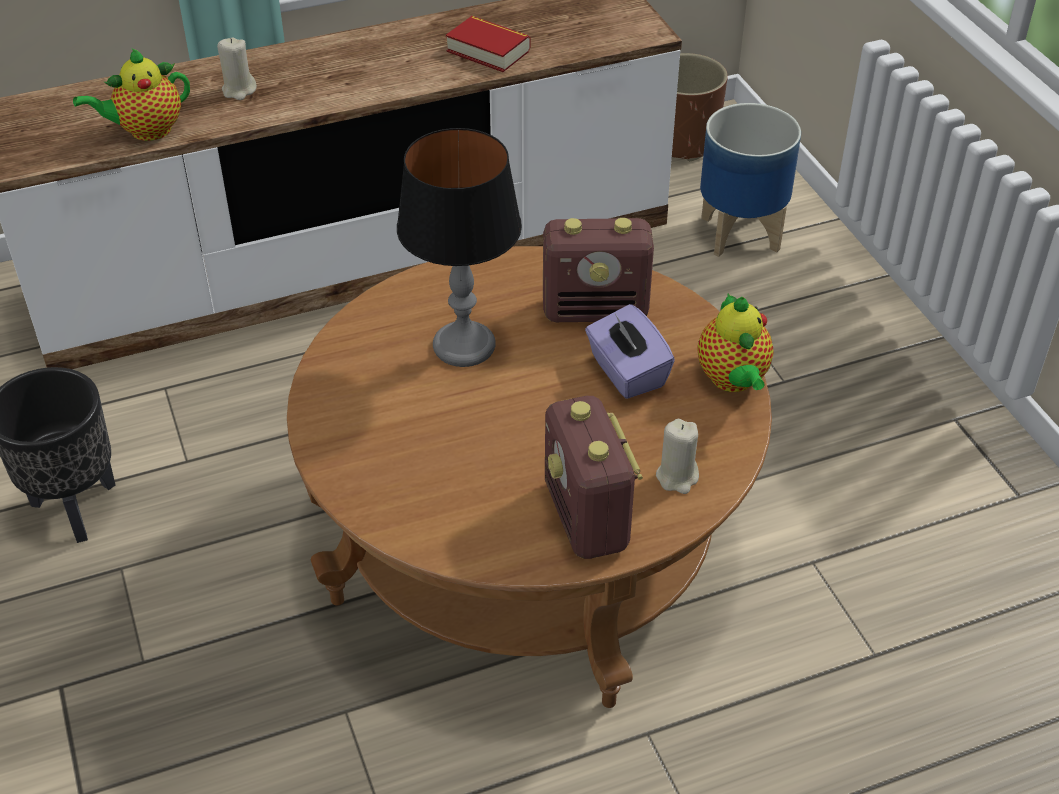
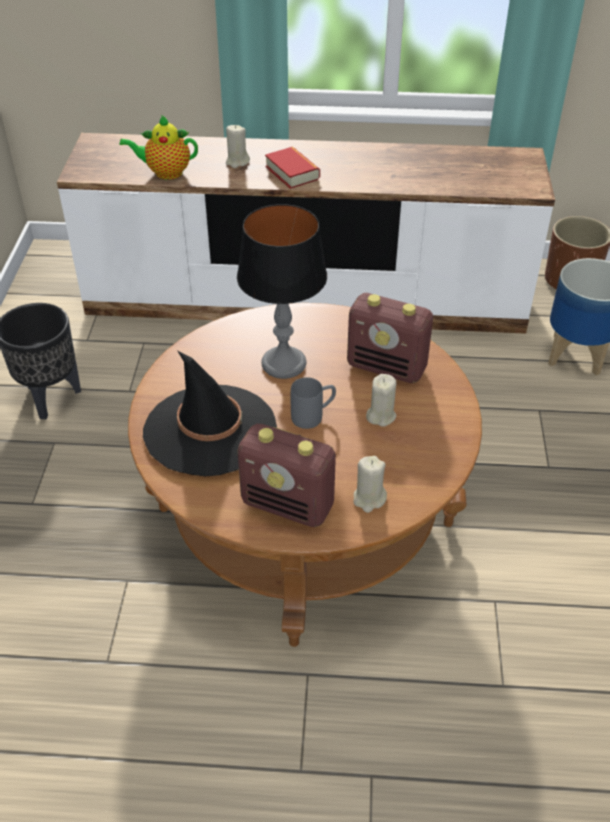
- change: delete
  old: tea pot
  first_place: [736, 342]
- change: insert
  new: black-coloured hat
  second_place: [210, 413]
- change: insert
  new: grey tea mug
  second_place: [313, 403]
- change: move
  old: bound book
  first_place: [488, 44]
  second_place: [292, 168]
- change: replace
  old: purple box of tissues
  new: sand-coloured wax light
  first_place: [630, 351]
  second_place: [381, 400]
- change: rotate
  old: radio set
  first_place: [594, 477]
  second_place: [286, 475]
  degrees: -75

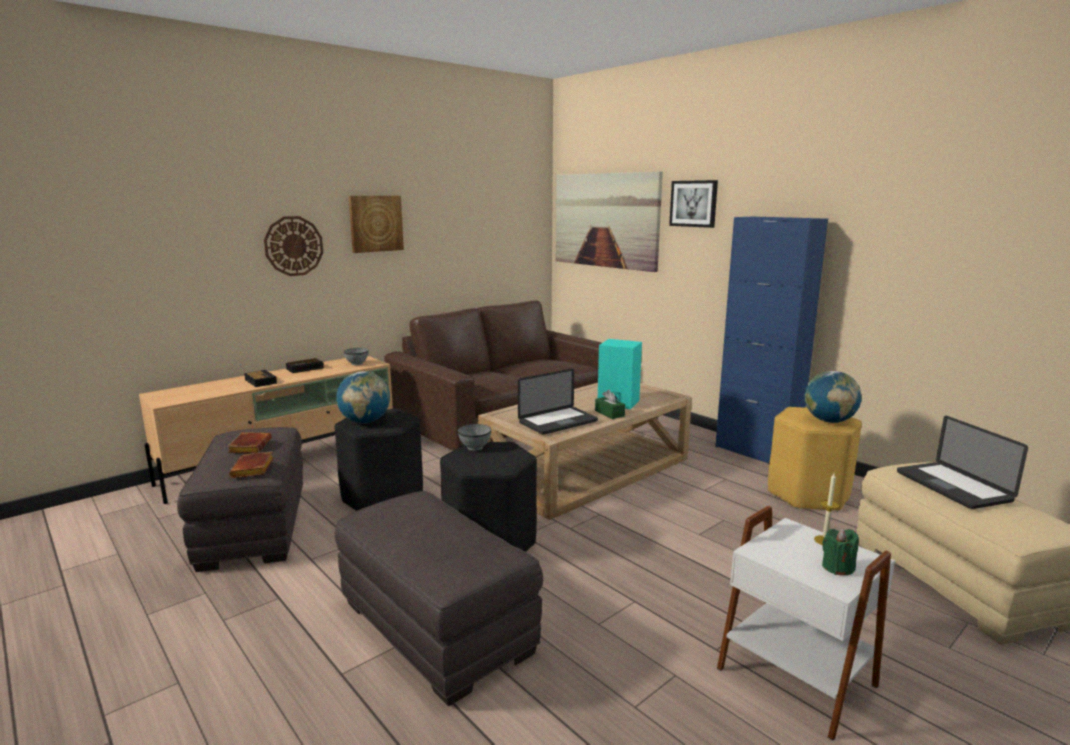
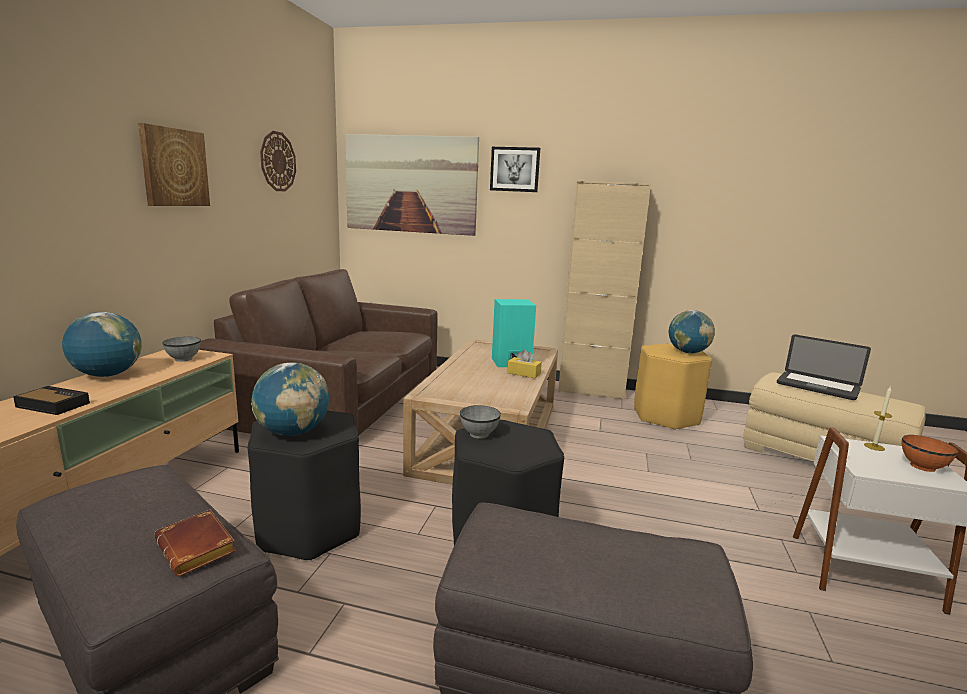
- change: delete
  old: brownish bound book
  first_place: [249, 442]
- change: delete
  old: laptop
  first_place: [558, 402]
- change: move
  old: hanging clock
  first_place: [293, 246]
  second_place: [278, 161]
- change: replace
  old: table clock
  new: world globe
  first_place: [305, 365]
  second_place: [102, 344]
- change: replace
  old: greenish wax light
  new: orangey deep dish
  first_place: [840, 552]
  second_place: [930, 453]
- change: recolor
  old: greenish box of tissues
  new: yellow box of tissues
  first_place: [610, 404]
  second_place: [524, 363]
- change: recolor
  old: blue-coloured storage cabinet
  new: sand-coloured storage cabinet
  first_place: [771, 339]
  second_place: [604, 290]

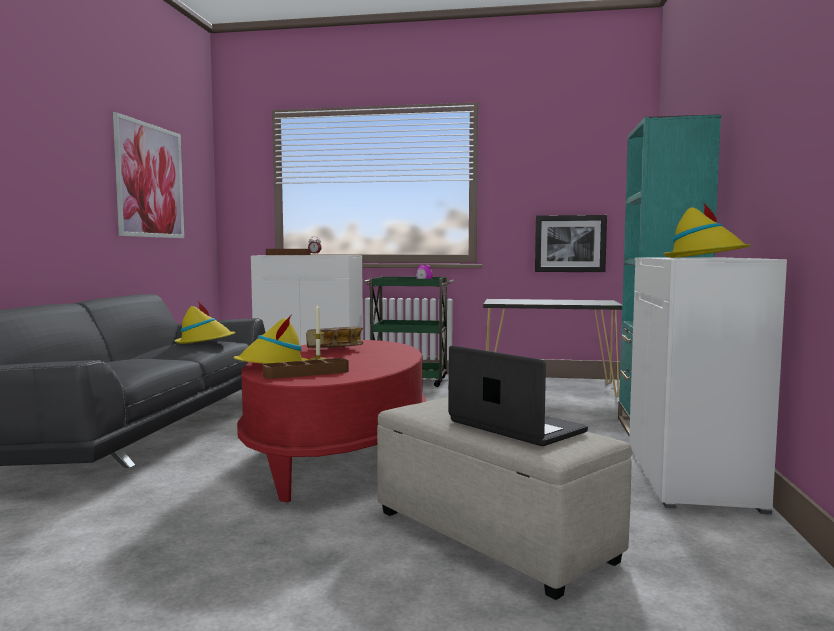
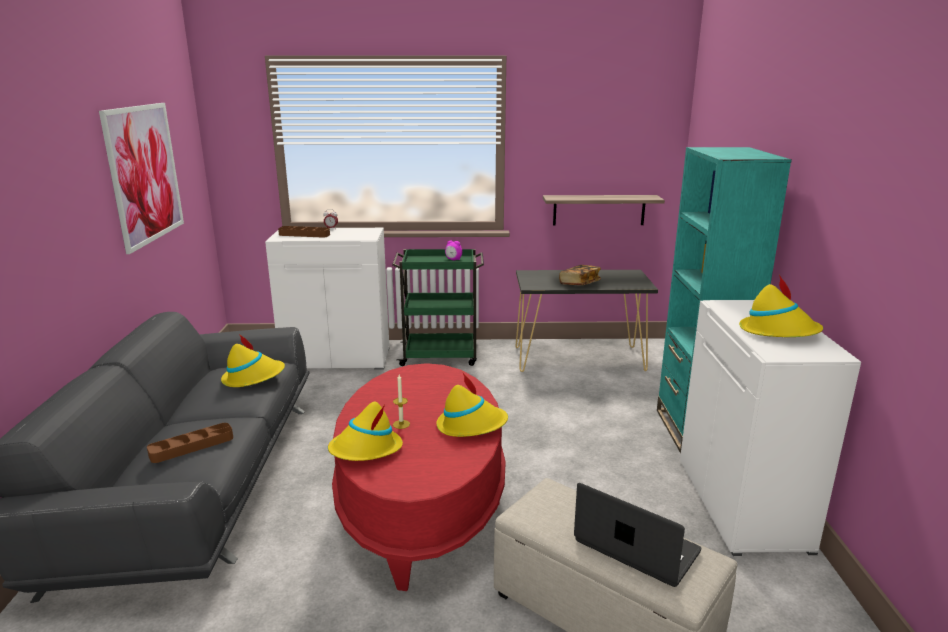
- change: insert
  new: yellow hat
  second_place: [472, 405]
- change: move
  old: brownish tray
  first_place: [305, 368]
  second_place: [190, 443]
- change: move
  old: bound book
  first_place: [335, 337]
  second_place: [580, 275]
- change: replace
  old: wall picture
  new: shelf
  first_place: [571, 243]
  second_place: [604, 210]

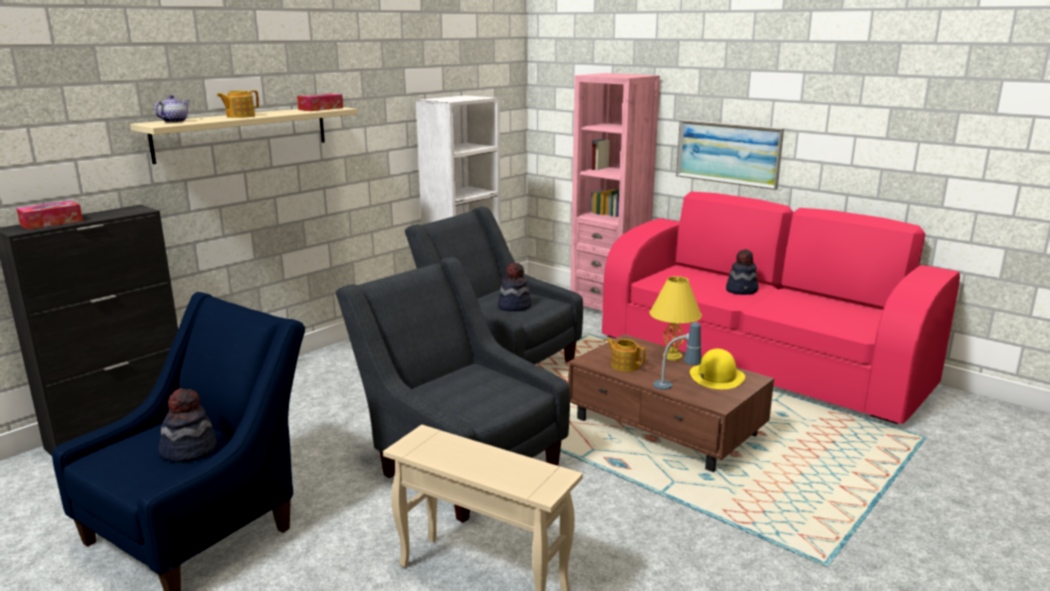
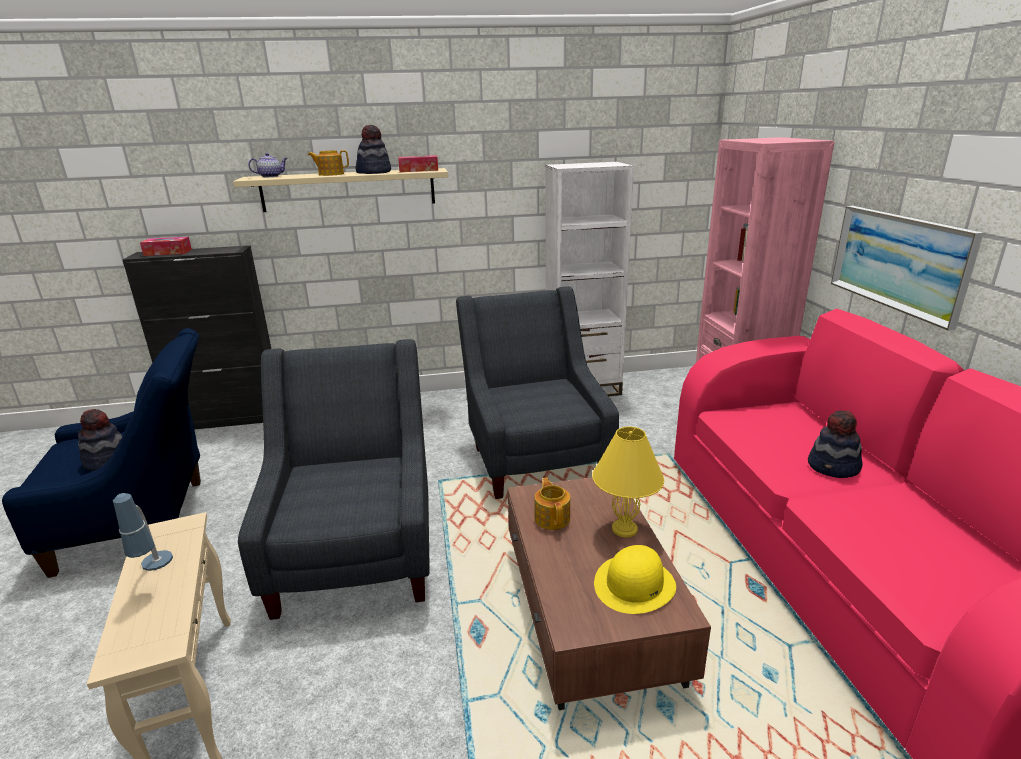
- change: move
  old: hat
  first_place: [514, 287]
  second_place: [373, 149]
- change: move
  old: tabletop lamp
  first_place: [677, 356]
  second_place: [143, 532]

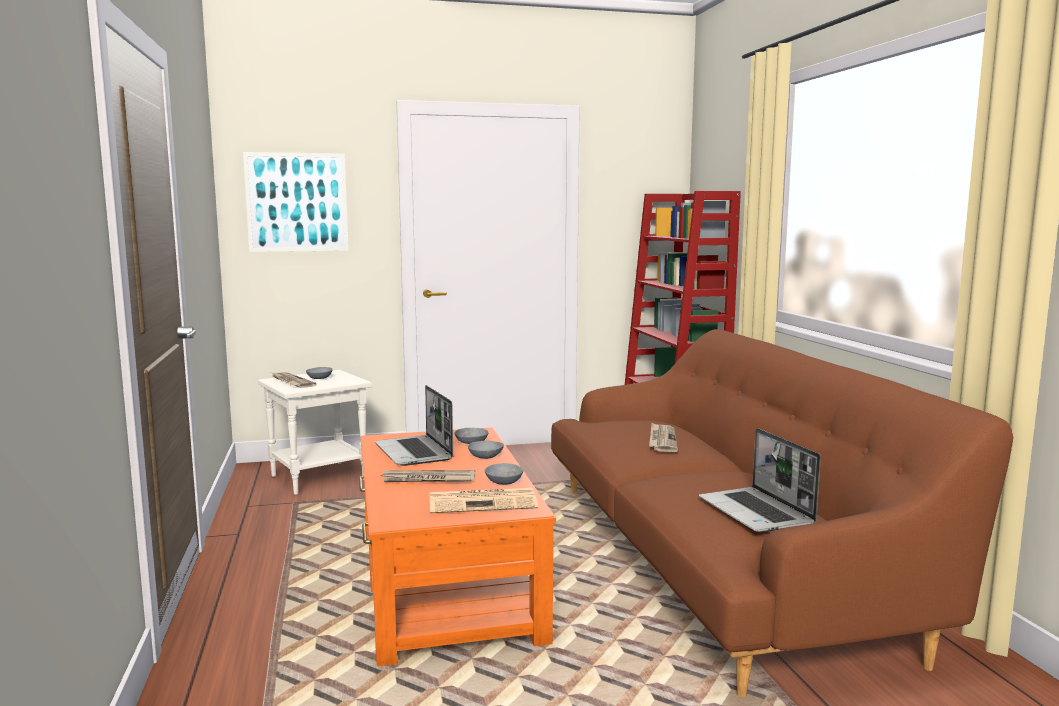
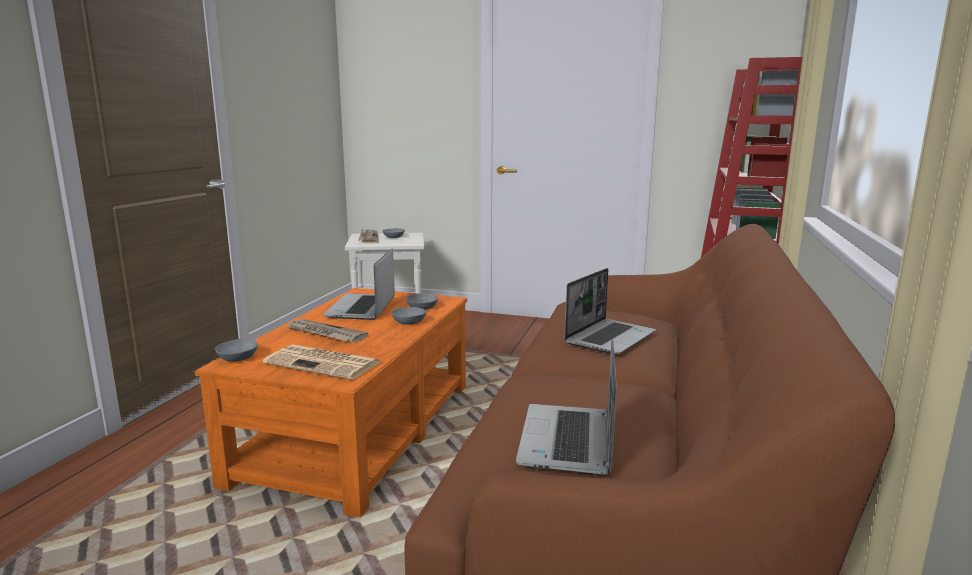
- change: delete
  old: wall picture
  first_place: [296, 202]
- change: move
  old: grey deep dish
  first_place: [504, 474]
  second_place: [236, 350]
- change: replace
  old: daily paper
  new: laptop
  first_place: [663, 437]
  second_place: [610, 311]

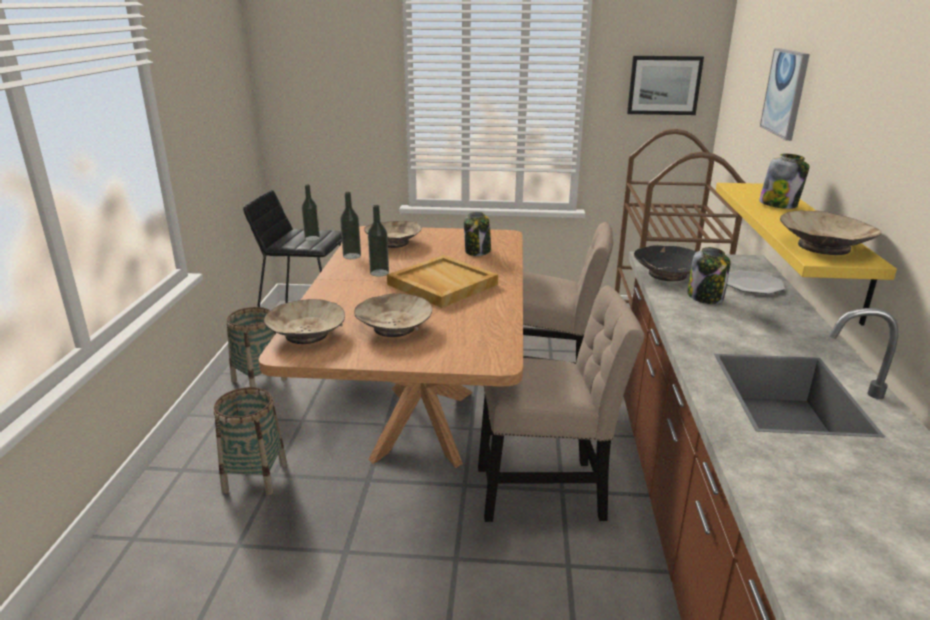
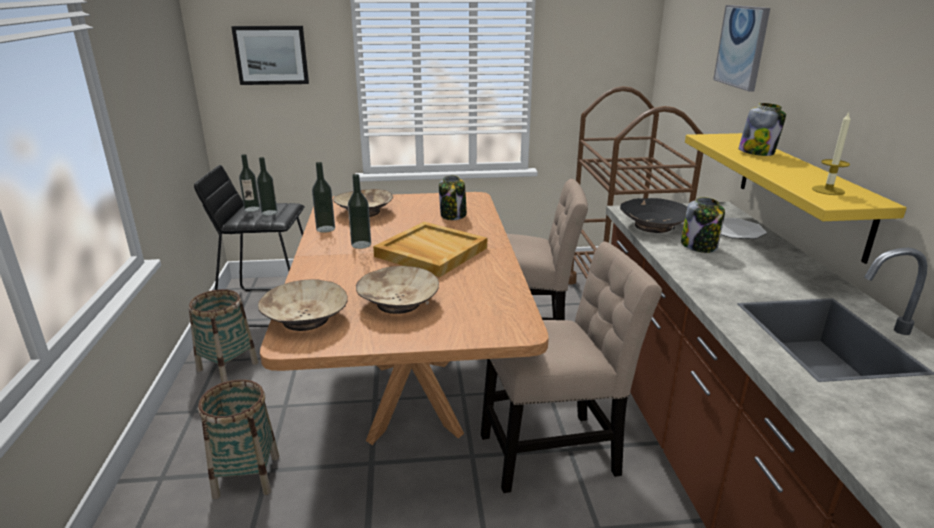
- change: insert
  new: bottle
  second_place: [249, 183]
- change: move
  old: wall picture
  first_place: [665, 85]
  second_place: [270, 55]
- change: replace
  old: sand-coloured deep dish
  new: wax light
  first_place: [830, 232]
  second_place: [831, 154]

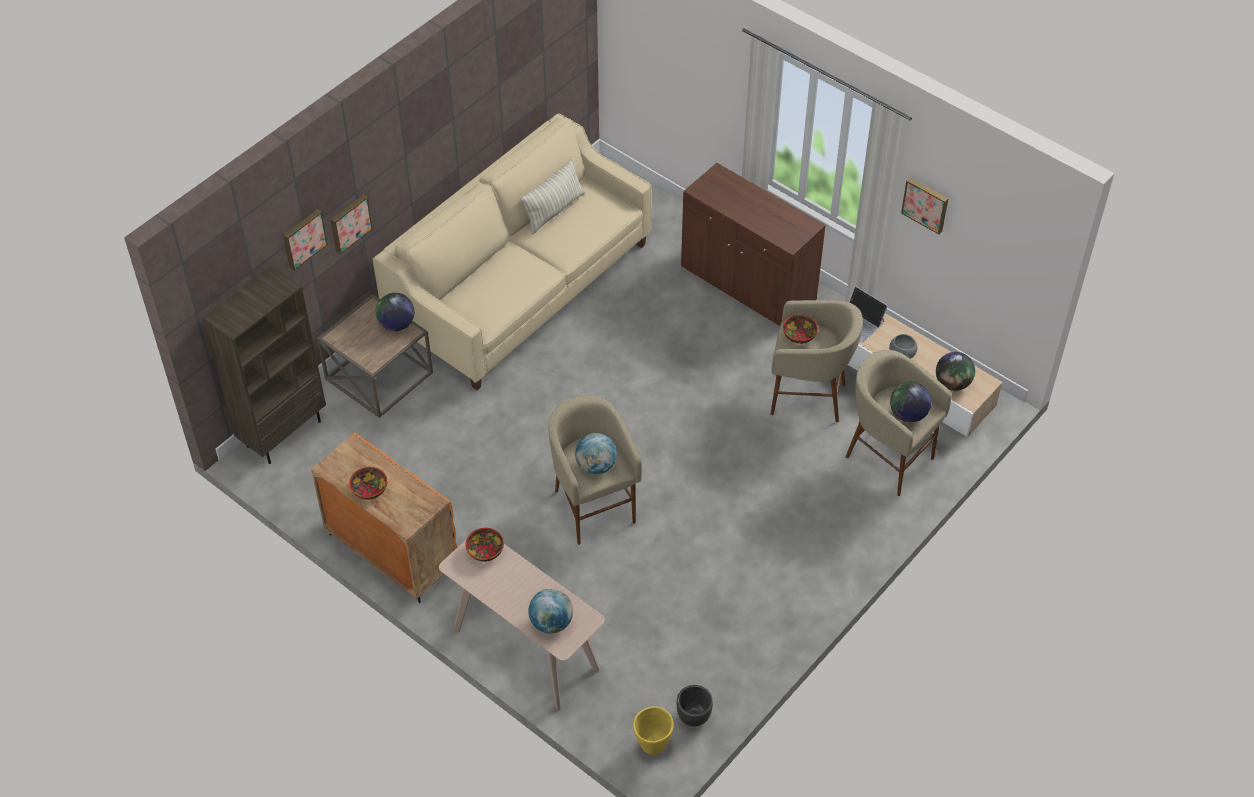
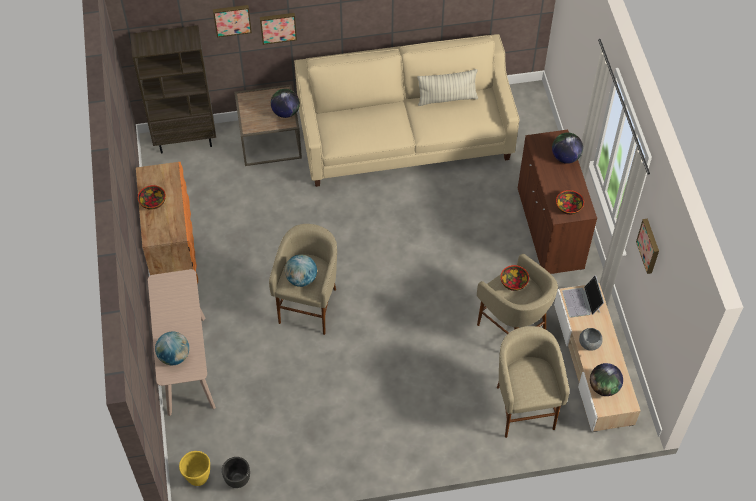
- change: move
  old: deep dish
  first_place: [484, 545]
  second_place: [570, 202]
- change: move
  old: world globe
  first_place: [911, 402]
  second_place: [567, 148]

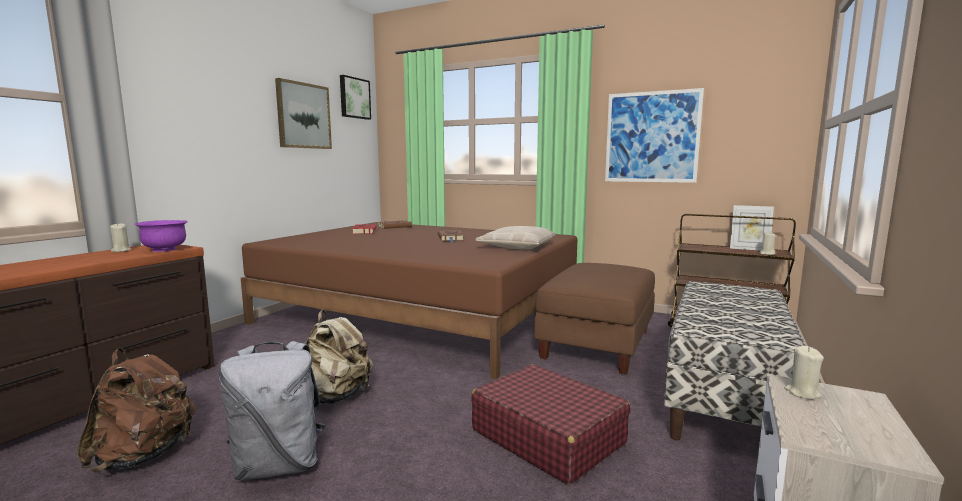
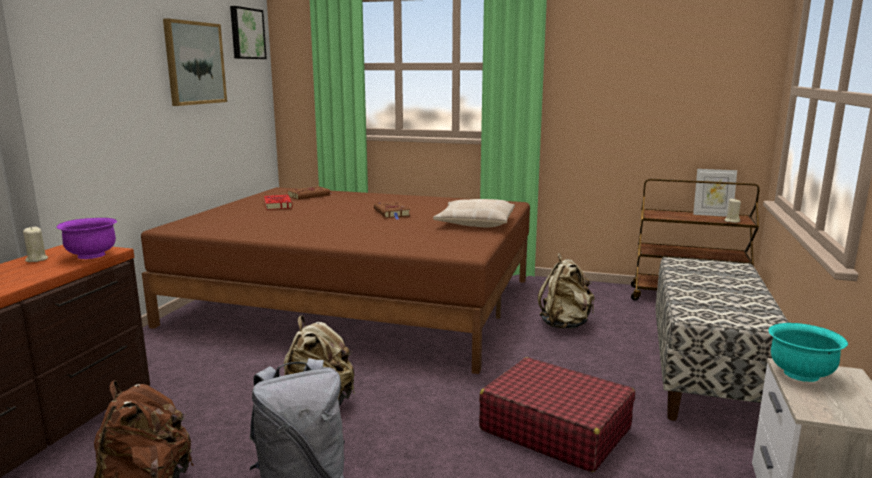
- change: delete
  old: wall picture
  first_place: [654, 135]
- change: replace
  old: brownish ottoman
  new: sand-coloured backpack
  first_place: [594, 319]
  second_place: [566, 291]
- change: replace
  old: sand-coloured wax light
  new: turquoise-coloured deep dish
  first_place: [804, 373]
  second_place: [808, 352]

